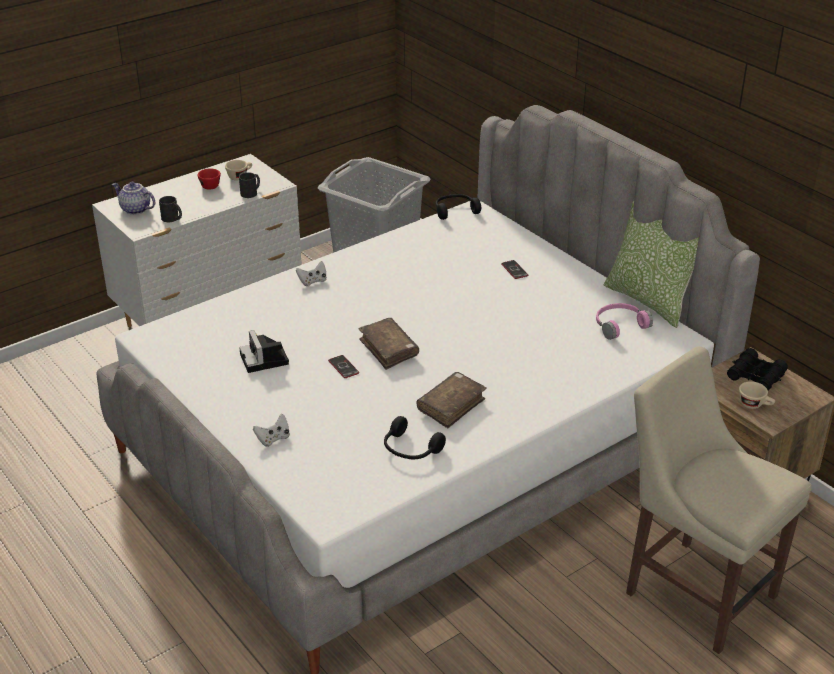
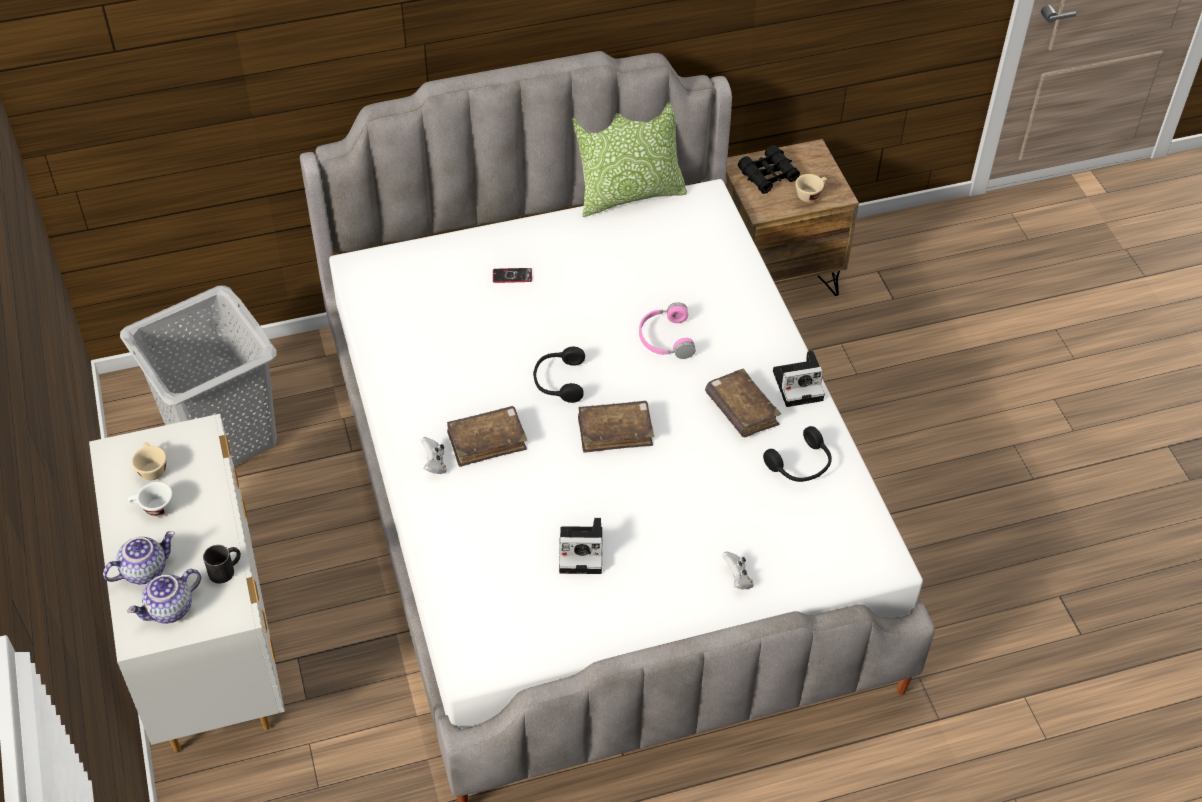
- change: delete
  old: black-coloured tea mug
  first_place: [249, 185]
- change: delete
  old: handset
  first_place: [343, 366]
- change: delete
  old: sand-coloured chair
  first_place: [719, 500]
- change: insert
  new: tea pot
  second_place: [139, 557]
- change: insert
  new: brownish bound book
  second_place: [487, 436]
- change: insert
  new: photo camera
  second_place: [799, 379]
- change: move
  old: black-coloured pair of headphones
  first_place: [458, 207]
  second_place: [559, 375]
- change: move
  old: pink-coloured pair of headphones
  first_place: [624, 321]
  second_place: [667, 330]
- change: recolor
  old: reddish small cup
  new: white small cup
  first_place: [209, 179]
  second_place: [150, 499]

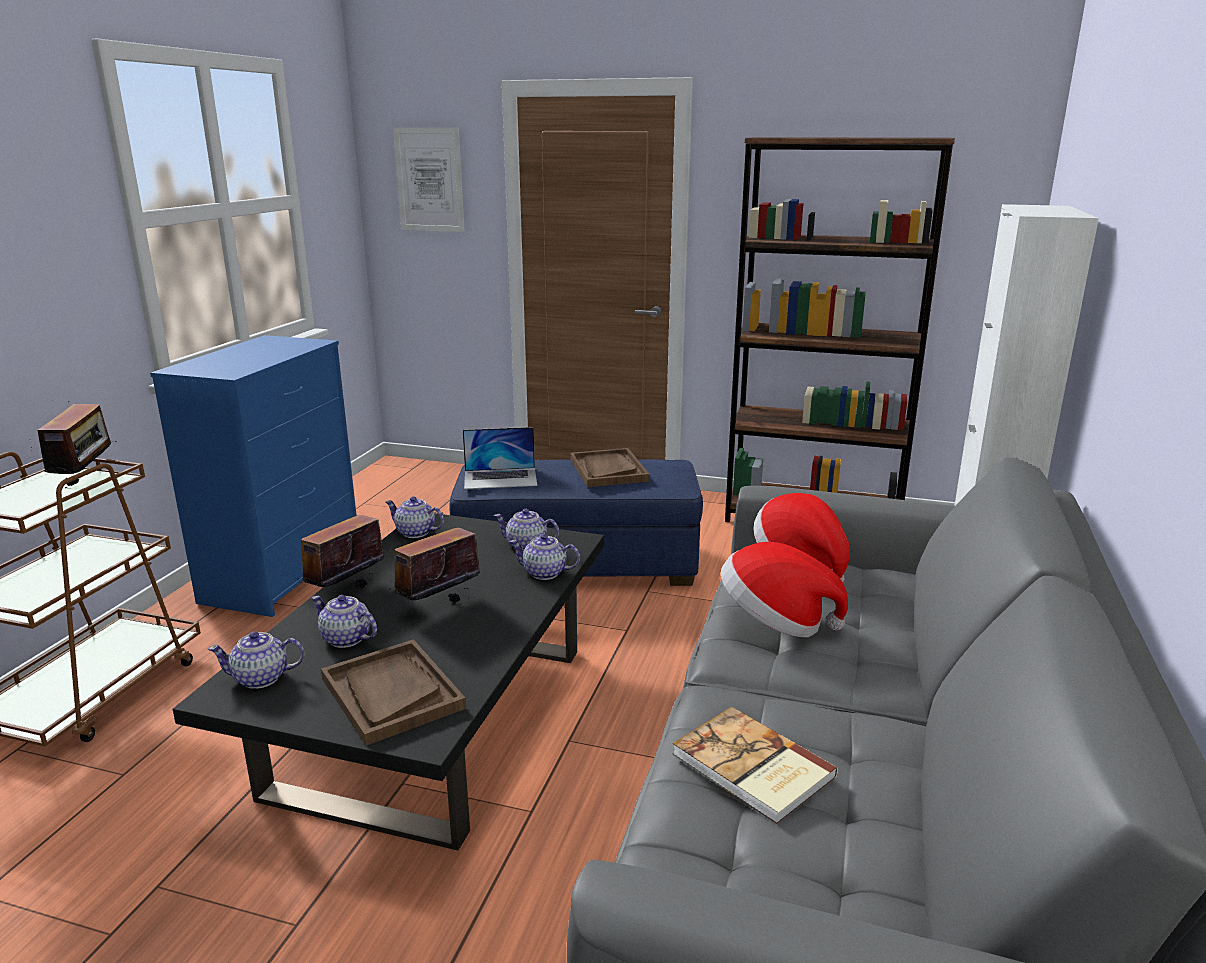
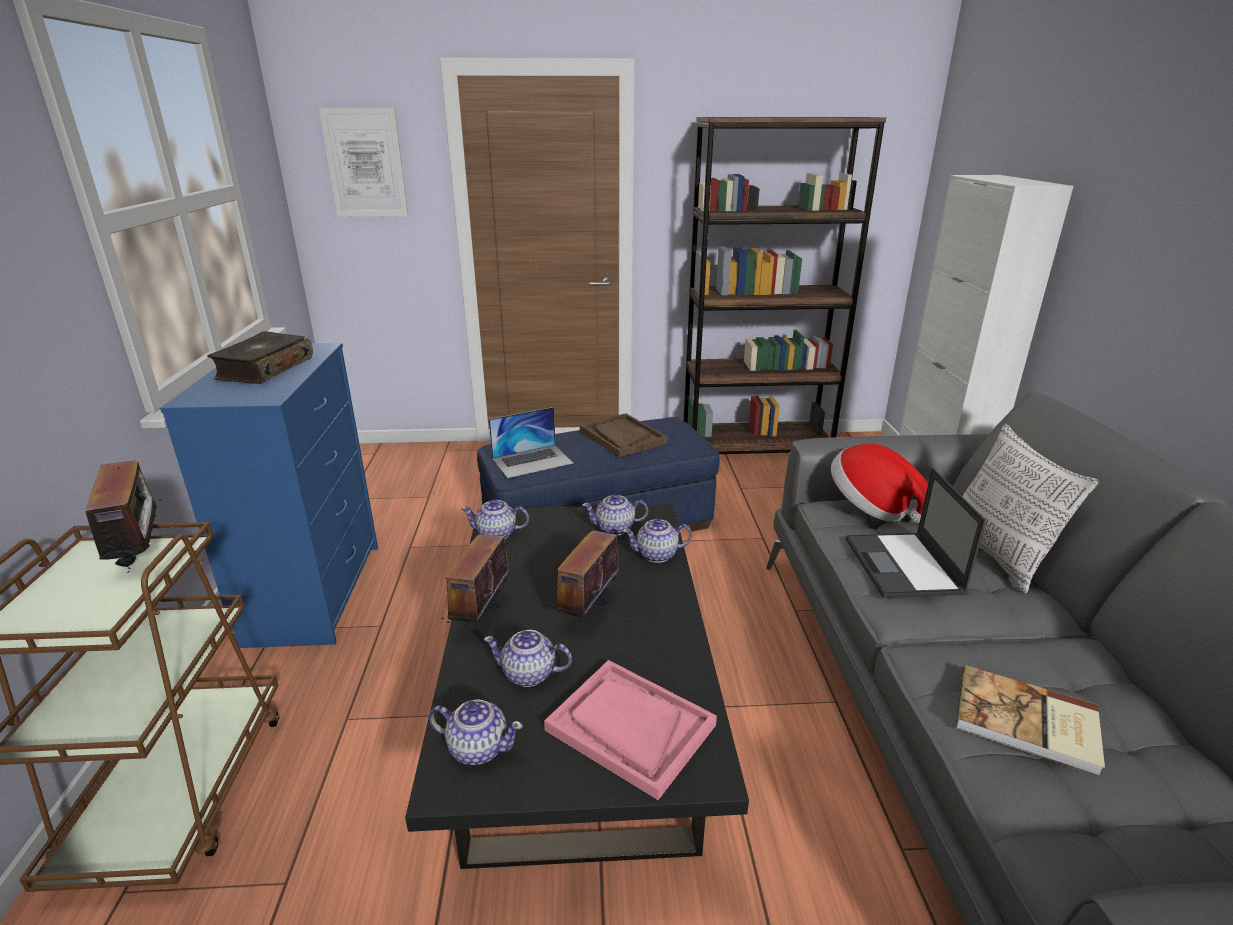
- change: insert
  new: bound book
  second_place: [260, 357]
- change: insert
  new: throw pillow
  second_place: [1030, 508]
- change: replace
  old: hat
  new: laptop
  first_place: [784, 589]
  second_place: [916, 533]
- change: recolor
  old: brownish tray
  new: pink-coloured tray
  first_place: [393, 692]
  second_place: [630, 730]
- change: rotate
  old: tea pot
  first_place: [256, 660]
  second_place: [476, 732]
  degrees: -135

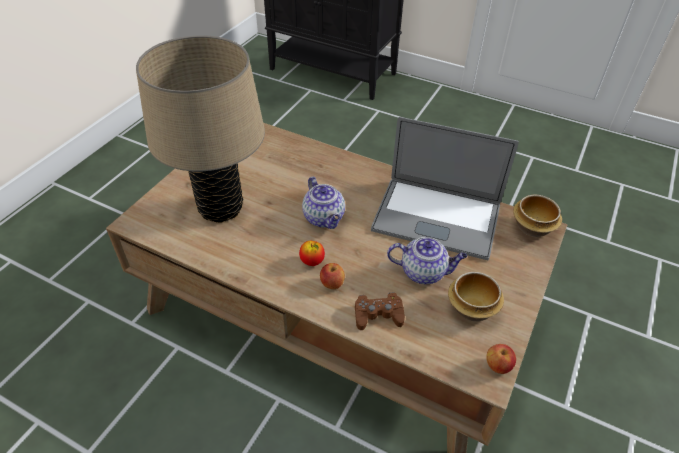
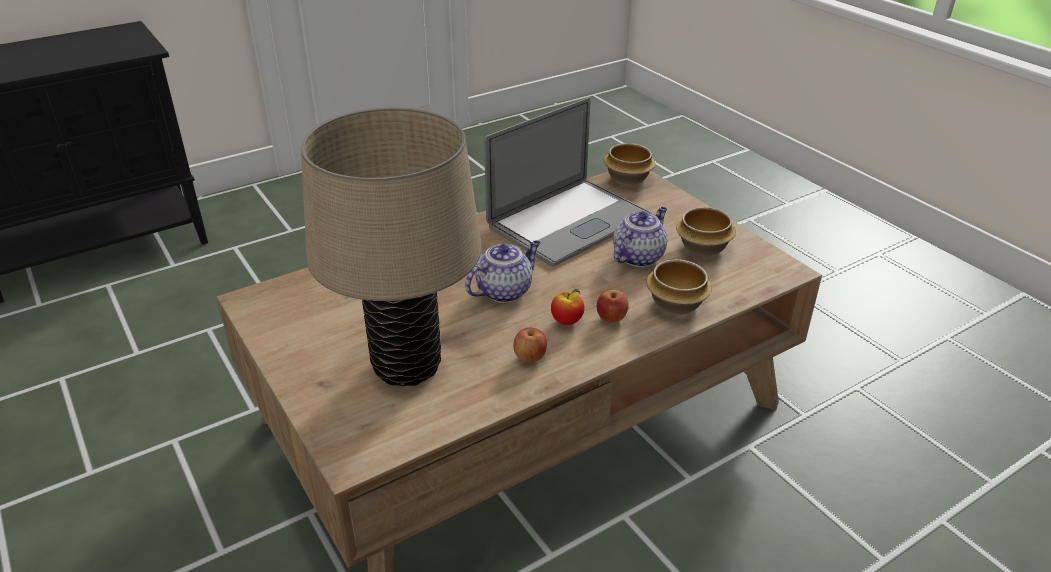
- change: move
  old: apple fruit
  first_place: [501, 359]
  second_place: [530, 345]
- change: replace
  old: brownish game controller
  new: deep dish
  first_place: [380, 311]
  second_place: [679, 287]
- change: rotate
  old: tea pot
  first_place: [323, 203]
  second_place: [502, 272]
  degrees: -45

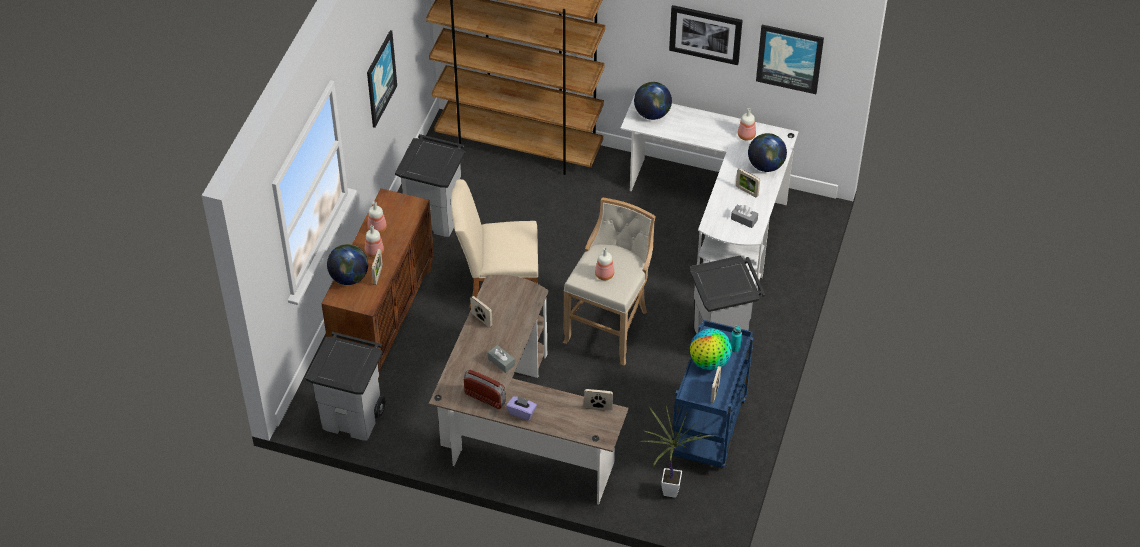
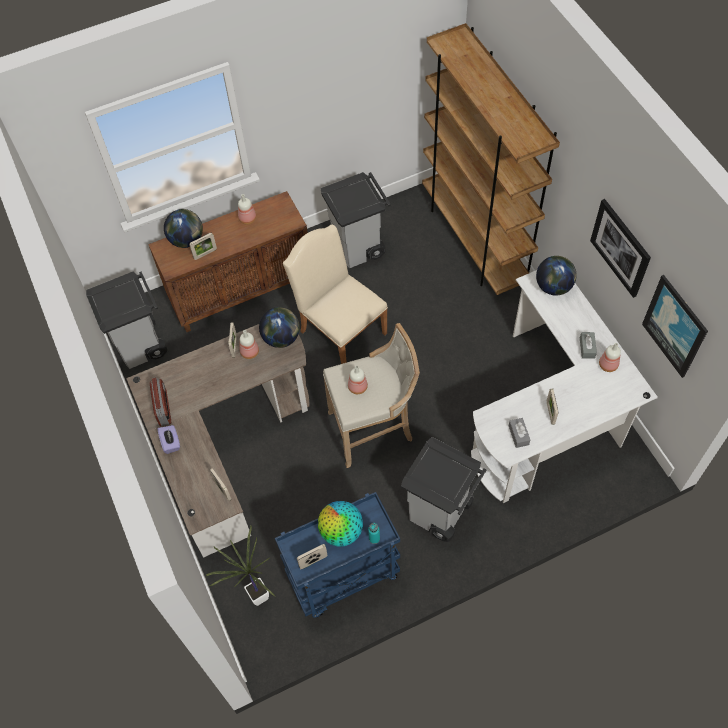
- change: delete
  old: wall picture
  first_place: [382, 79]
- change: move
  old: bottle
  first_place: [374, 241]
  second_place: [249, 344]
- change: move
  old: grey box of tissues
  first_place: [501, 359]
  second_place: [588, 345]
- change: move
  old: world globe
  first_place: [767, 152]
  second_place: [279, 327]

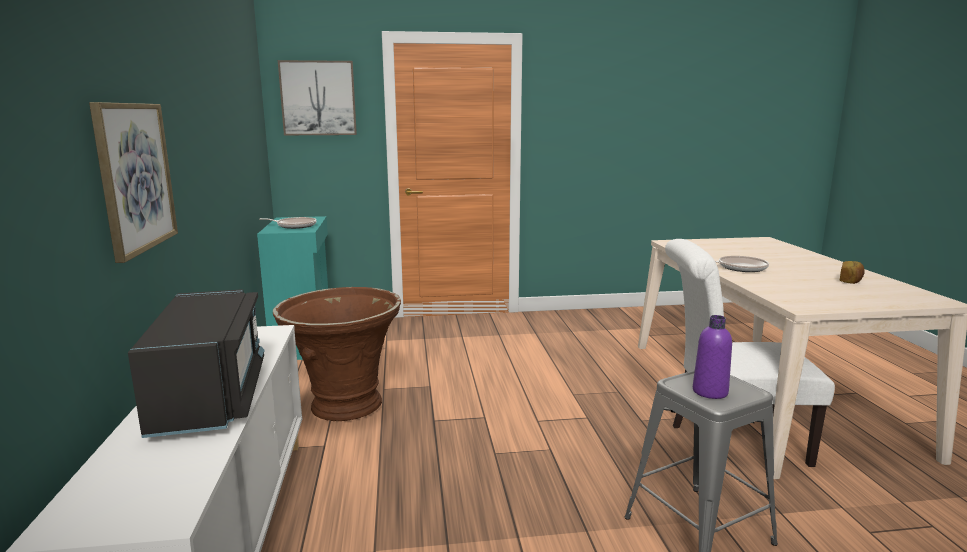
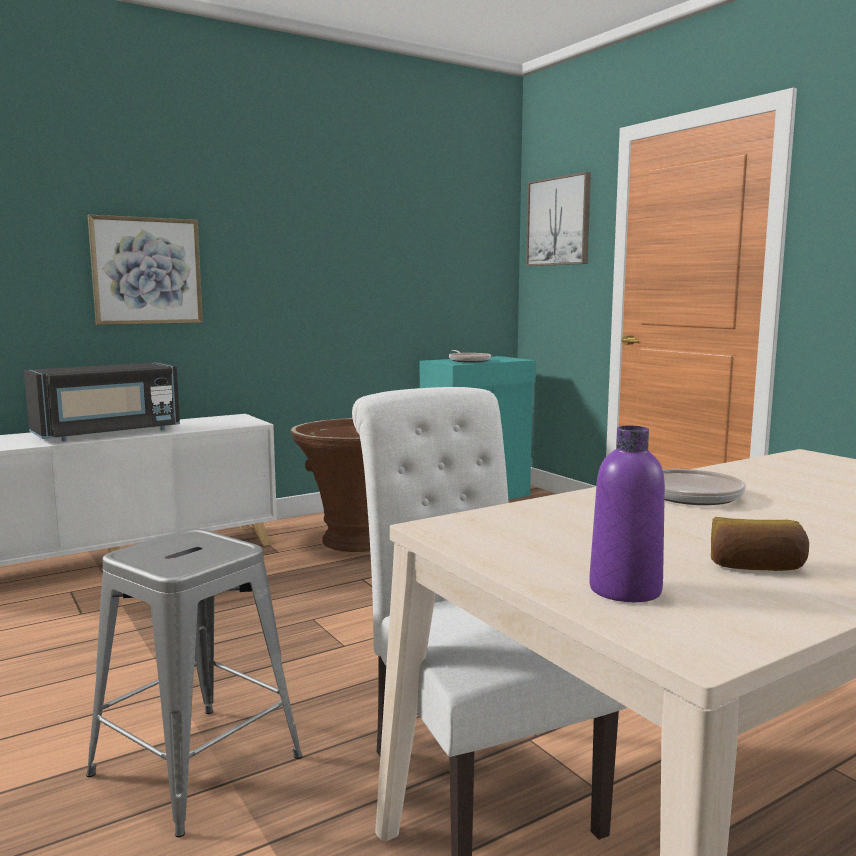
- change: move
  old: purple bottle
  first_place: [712, 357]
  second_place: [627, 514]

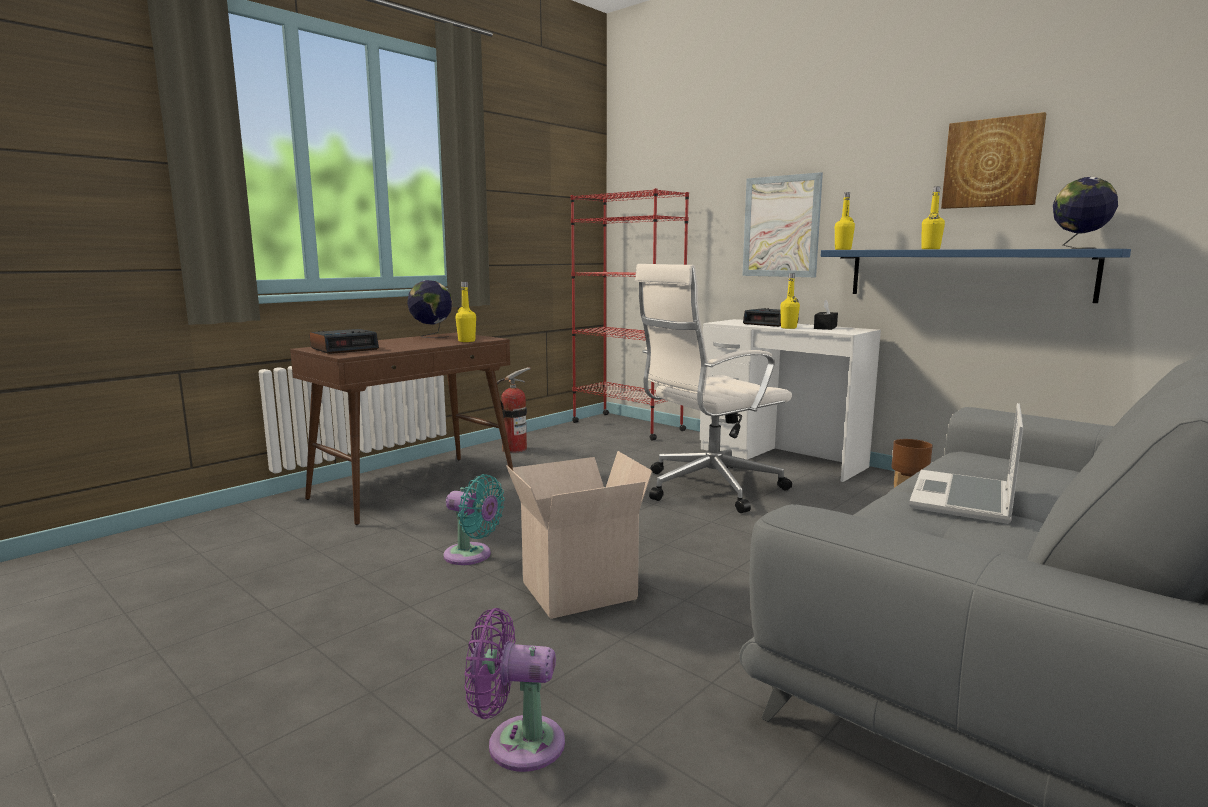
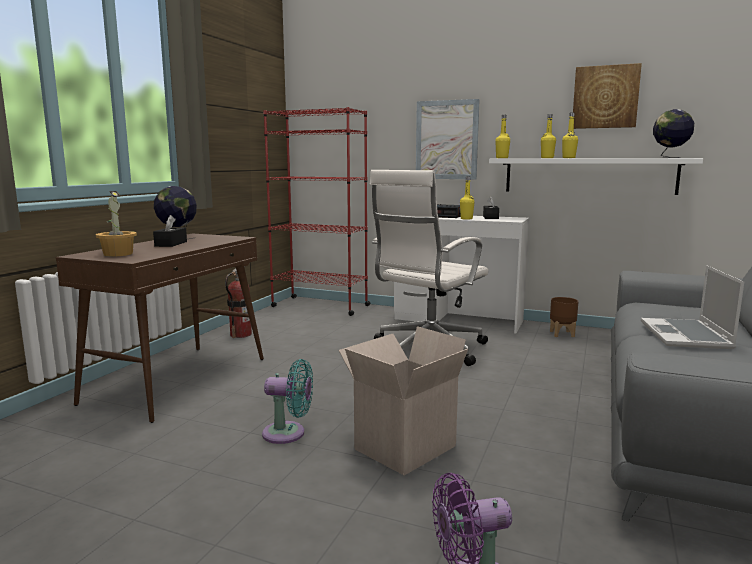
- change: insert
  new: black-coloured box of tissues
  second_place: [170, 231]
- change: move
  old: yellow bottle
  first_place: [465, 312]
  second_place: [548, 136]
- change: replace
  old: table clock
  new: potted plant
  first_place: [344, 341]
  second_place: [116, 224]
- change: recolor
  old: blue-coloured shelf
  new: white shelf
  first_place: [976, 276]
  second_place: [596, 176]

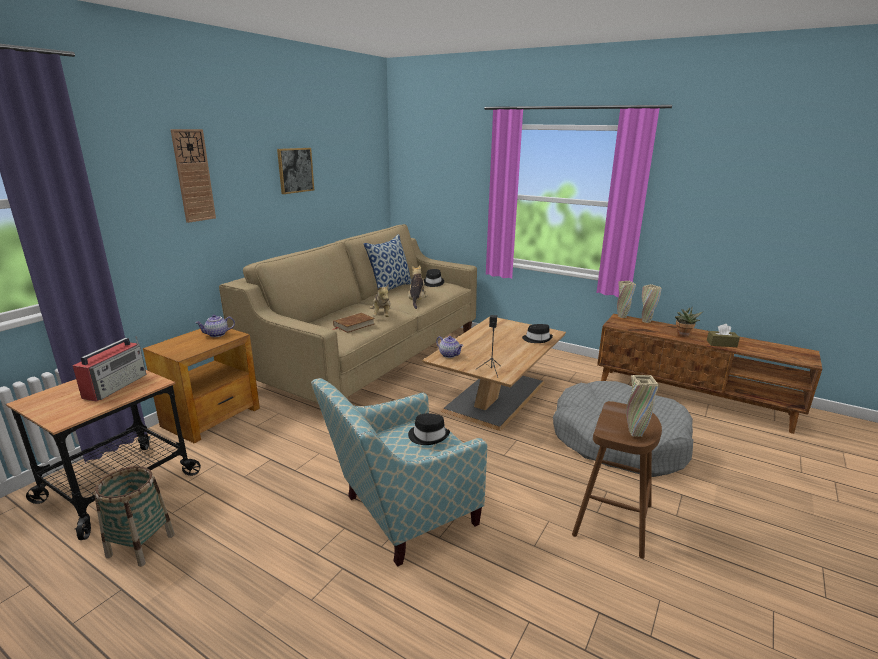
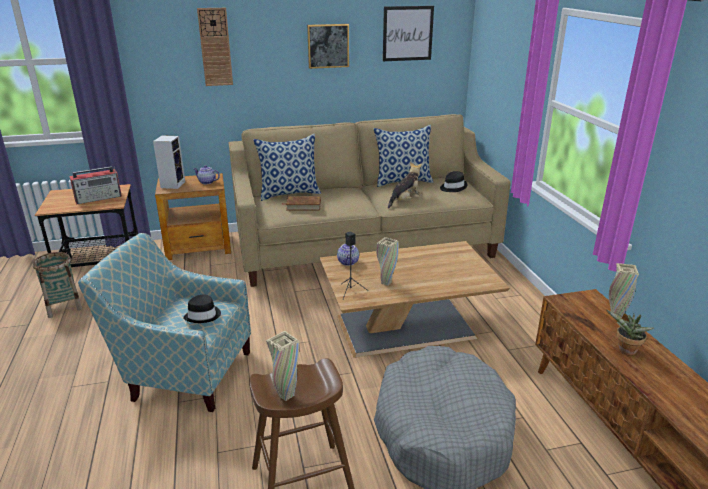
- change: delete
  old: plush toy
  first_place: [380, 300]
- change: delete
  old: black-coloured hat
  first_place: [537, 333]
- change: delete
  old: brownish box of tissues
  first_place: [723, 335]
- change: insert
  new: audio speaker
  second_place: [169, 162]
- change: insert
  new: throw pillow
  second_place: [287, 167]
- change: insert
  new: wall picture
  second_place: [408, 33]
- change: move
  old: sand-coloured vase
  first_place: [626, 299]
  second_place: [387, 261]

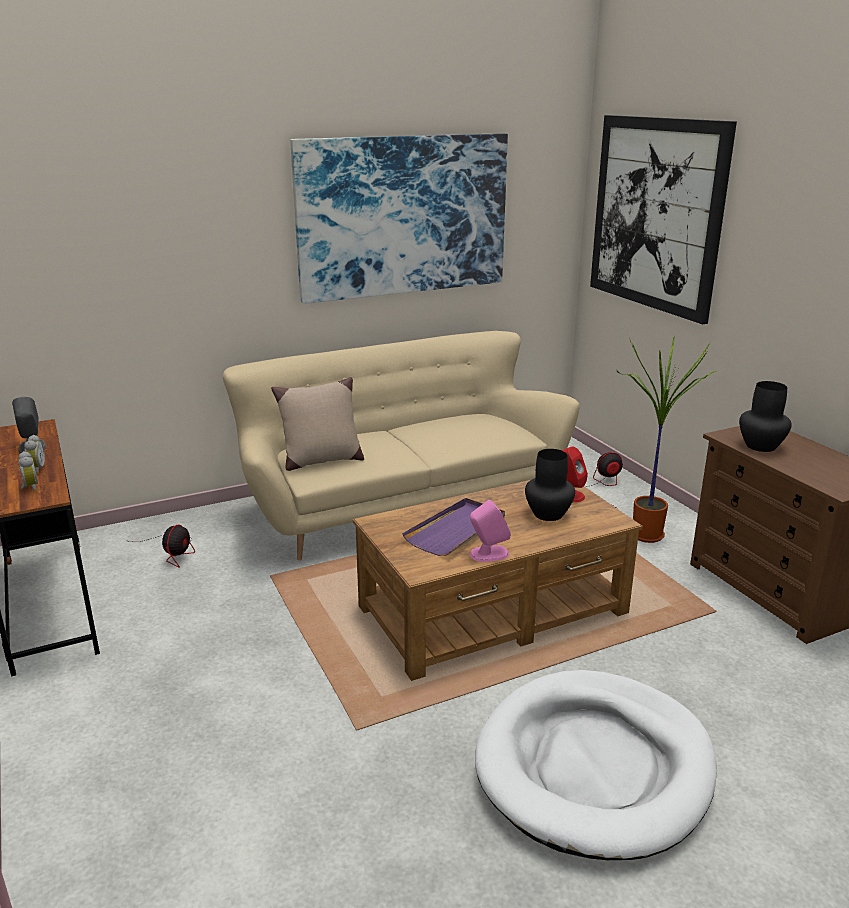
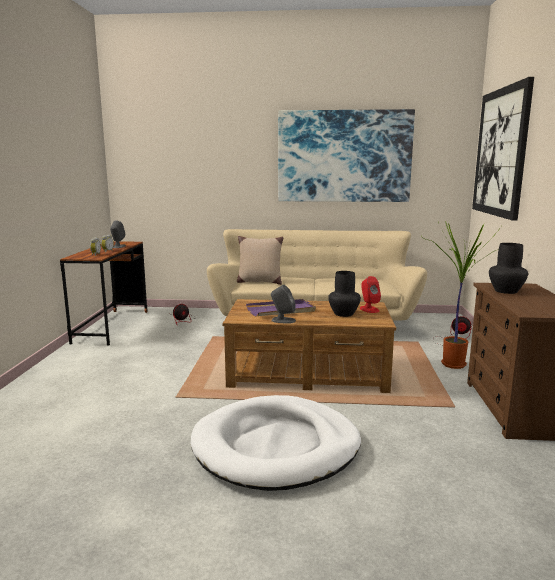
- change: recolor
  old: pink-coloured audio speaker
  new: grey audio speaker
  first_place: [490, 530]
  second_place: [283, 304]

